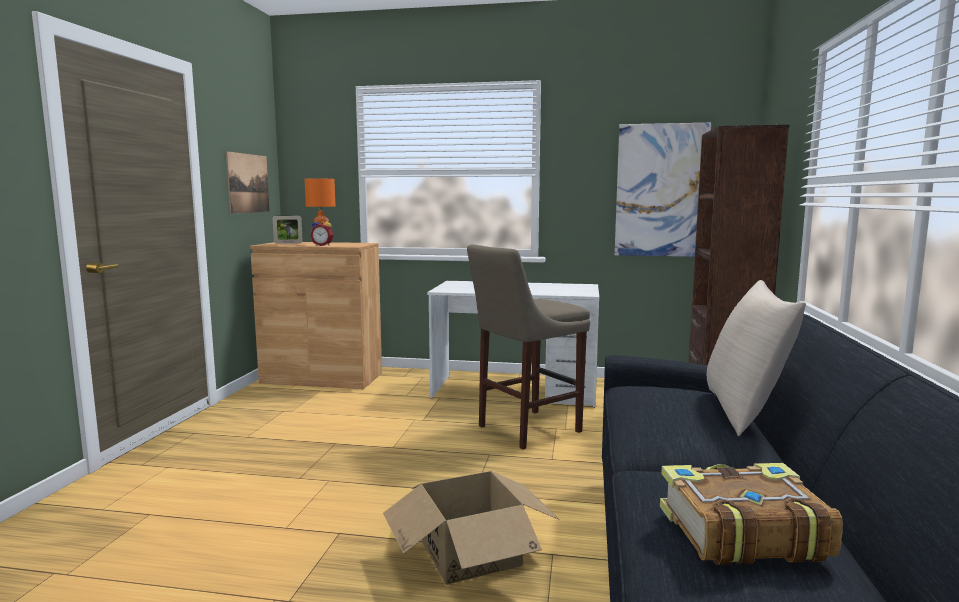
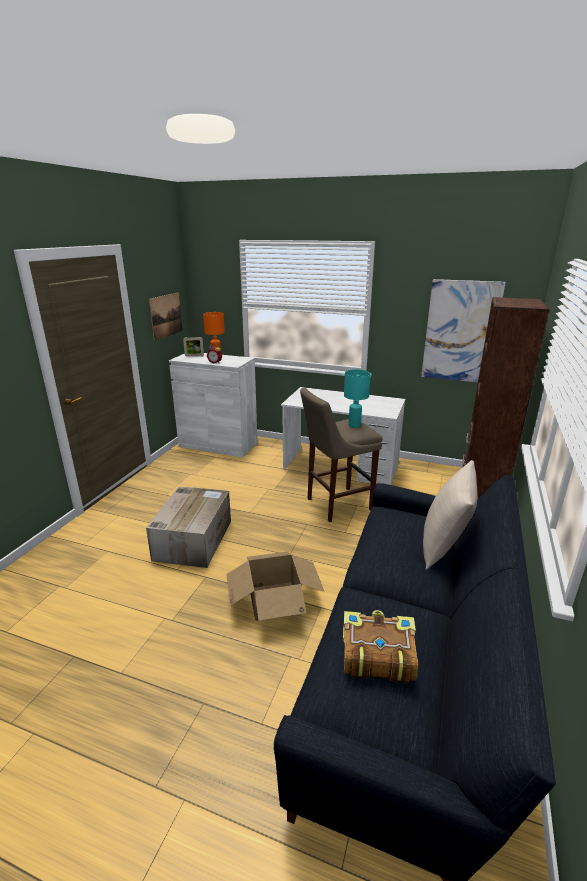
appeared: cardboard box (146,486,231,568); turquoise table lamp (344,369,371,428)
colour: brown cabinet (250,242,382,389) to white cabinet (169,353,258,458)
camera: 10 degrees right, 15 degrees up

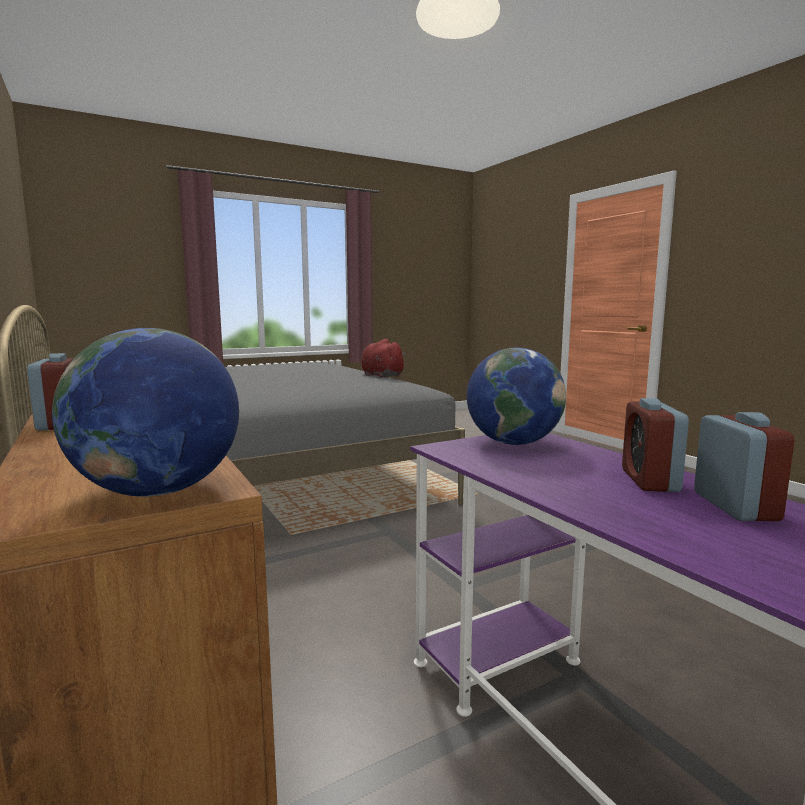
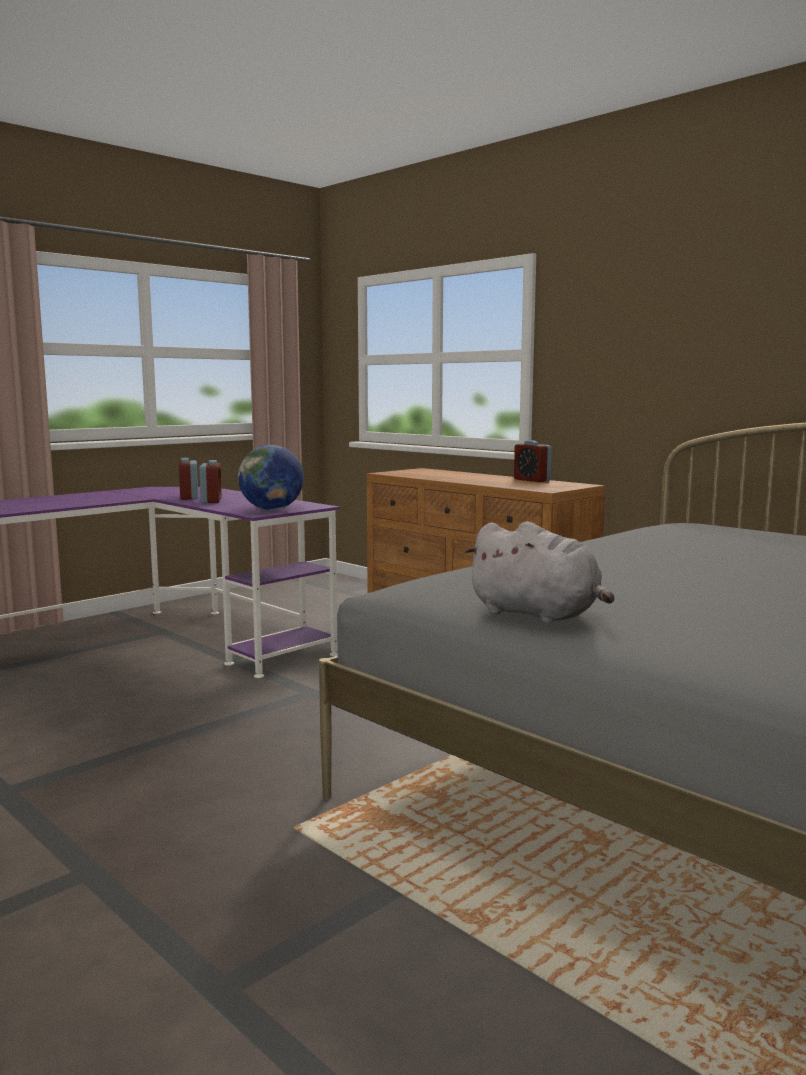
missing: globe (52,328,239,497)
colour: red plush toy (361,339,407,378) to grey plush toy (464,521,614,624)
camera: 165 degrees right, 0 degrees up

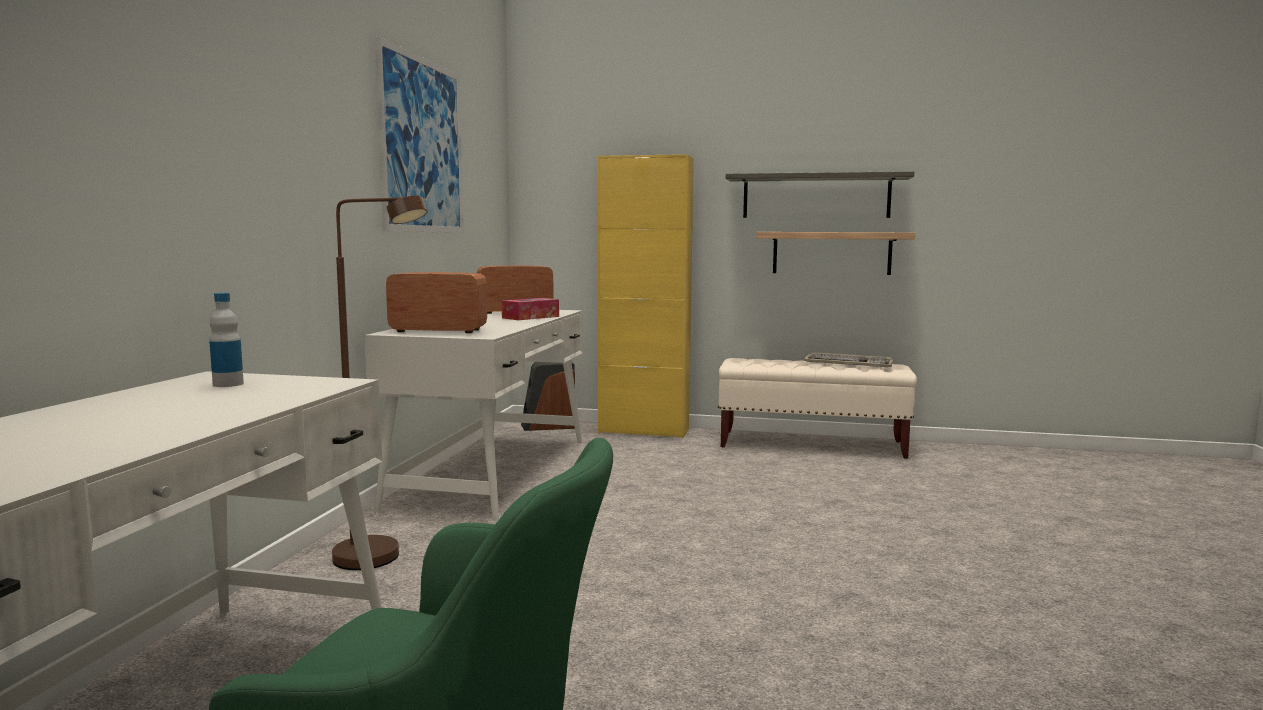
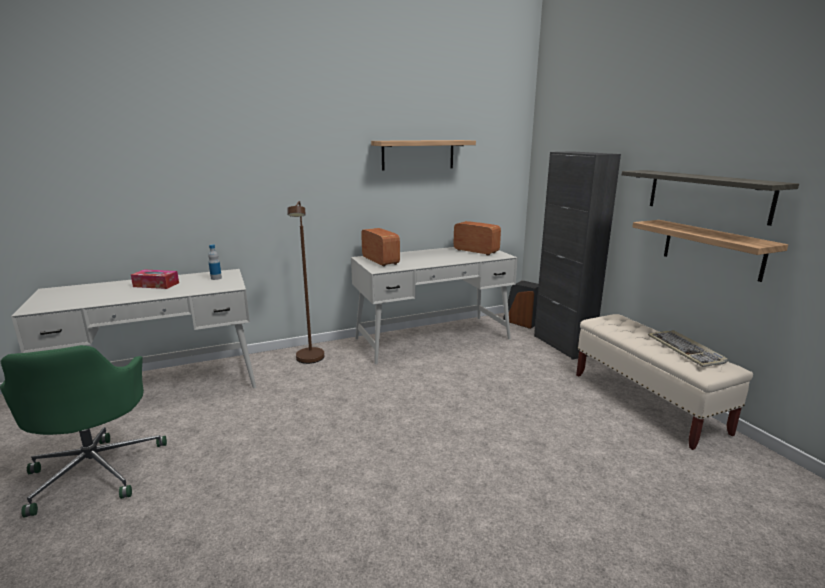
relocated: tissue box (502,298,559,320) to (131,269,179,289)
exchanged: picture (375,36,463,233) to shelf (371,140,476,171)
colour: yellow cabinet (598,154,694,438) to black cabinet (534,151,621,360)
camera: 55 degrees right, 10 degrees up

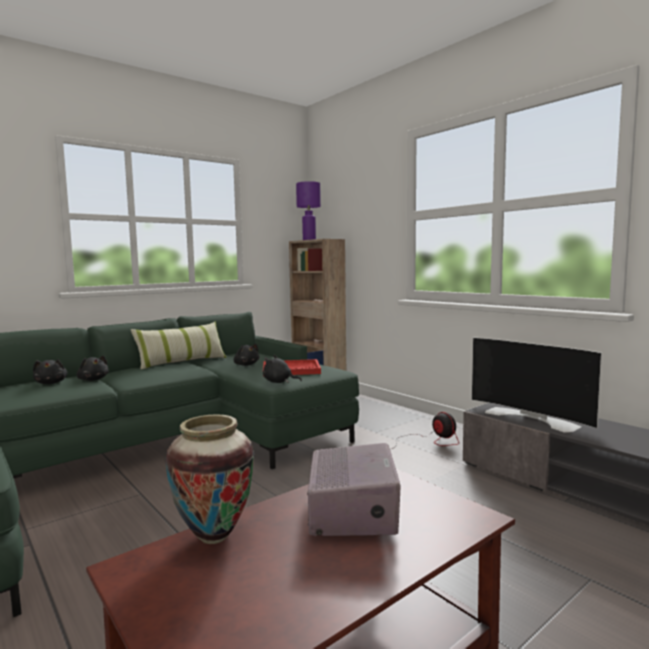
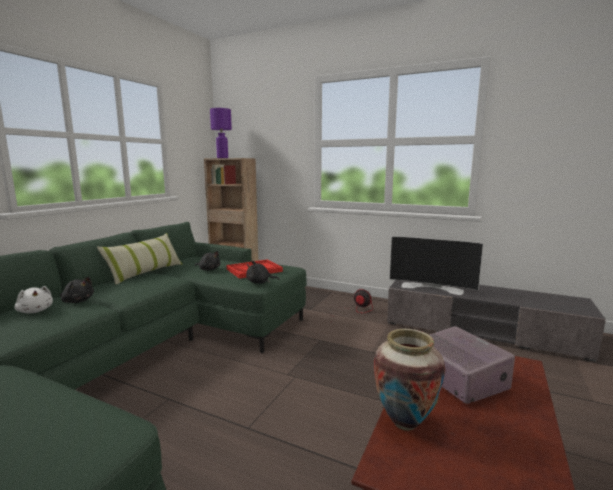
colour: black plush toy (33,359,67,384) to white plush toy (15,286,53,313)
camera: 25 degrees left, 5 degrees up

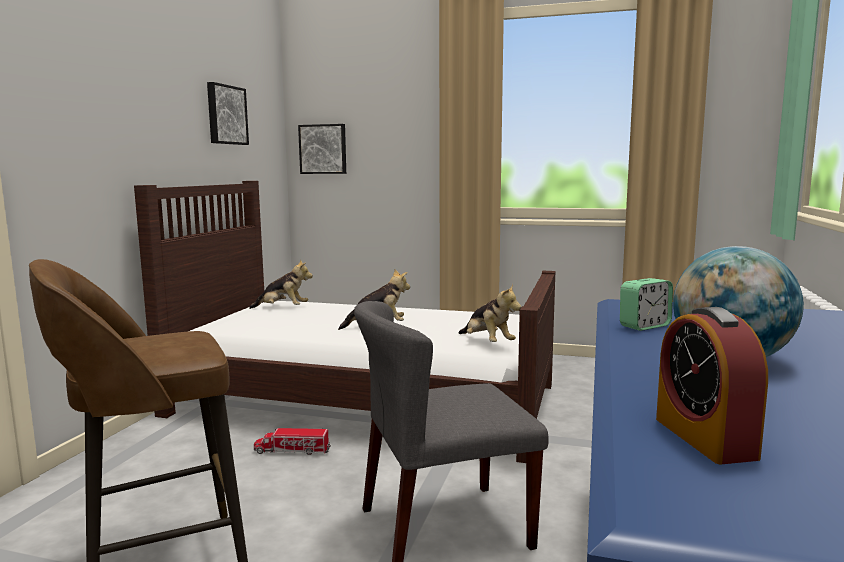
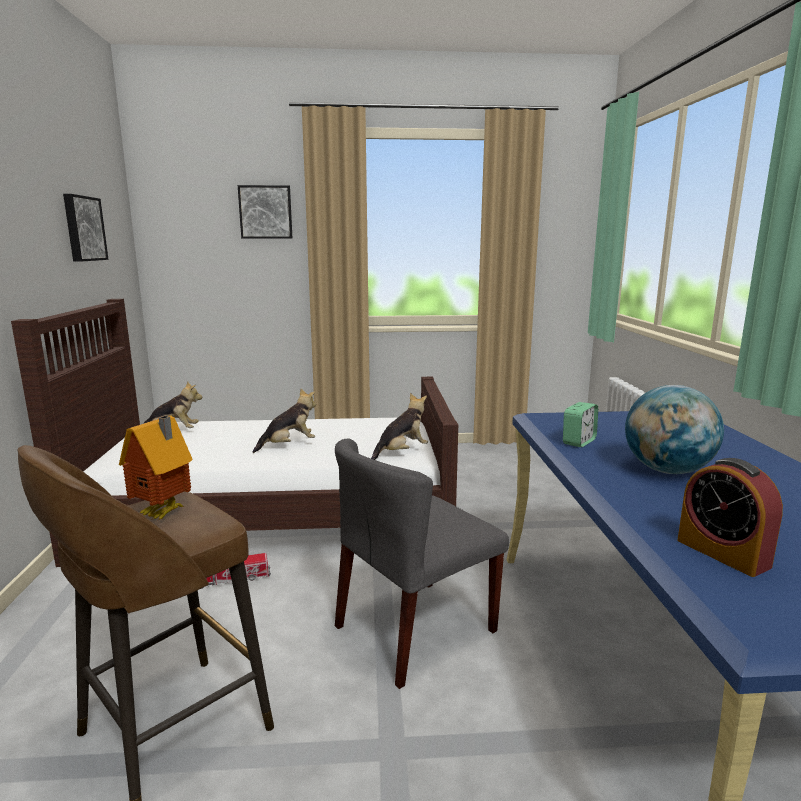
appeared: toy house (119,415,193,520)
relocated: picture (298,124,346,174) to (238,185,292,239)
spun: plush toy (459,284,521,342) = (371,393,428,460) 75 degrees counterclockwise
camera: 20 degrees left, 5 degrees up

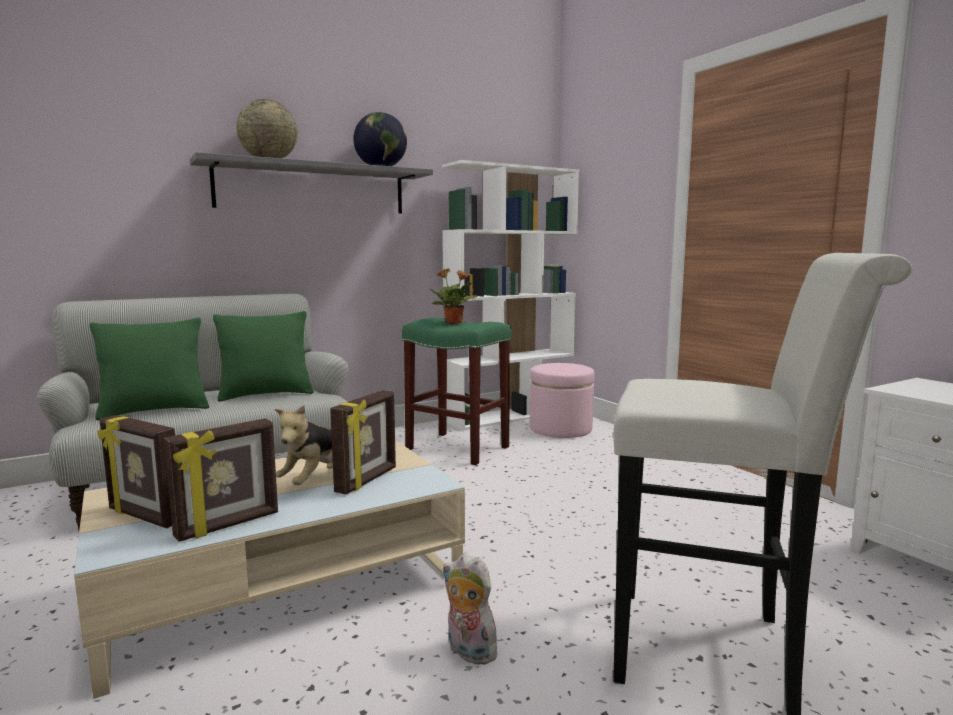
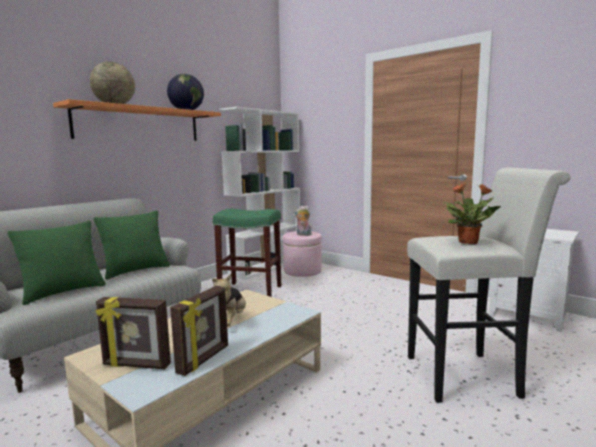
missing: picture frame (330,390,396,495)
relocated: plush toy (442,553,504,665) to (294,206,312,236); potted plant (430,268,477,324) to (444,183,501,244)
colour: grey shelf (190,152,433,214) to orange shelf (53,99,221,141)
camera: 20 degrees left, 0 degrees up

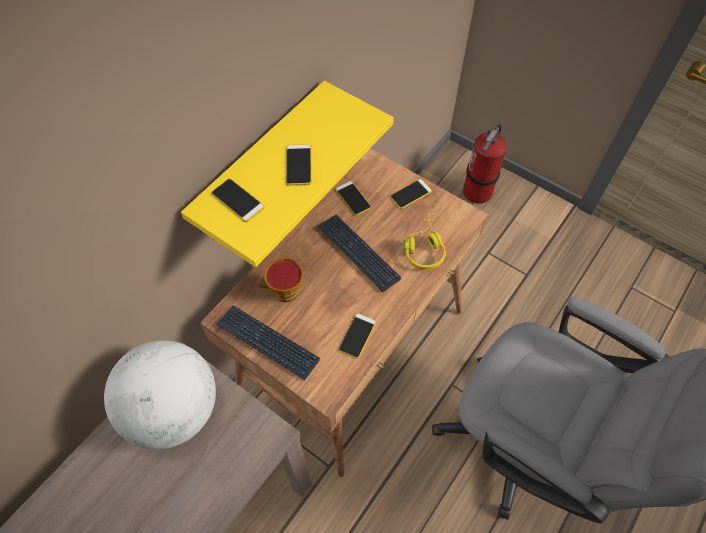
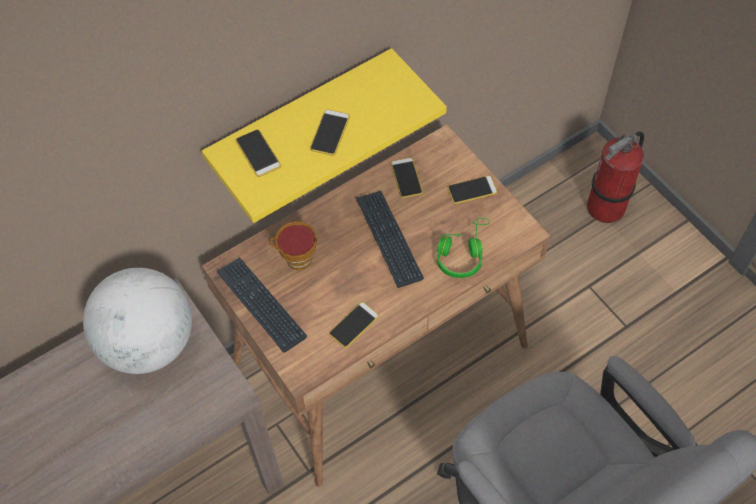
colour: yellow headphones (403,213,446,270) to green headphones (437,218,490,278)
camera: 20 degrees right, 0 degrees up

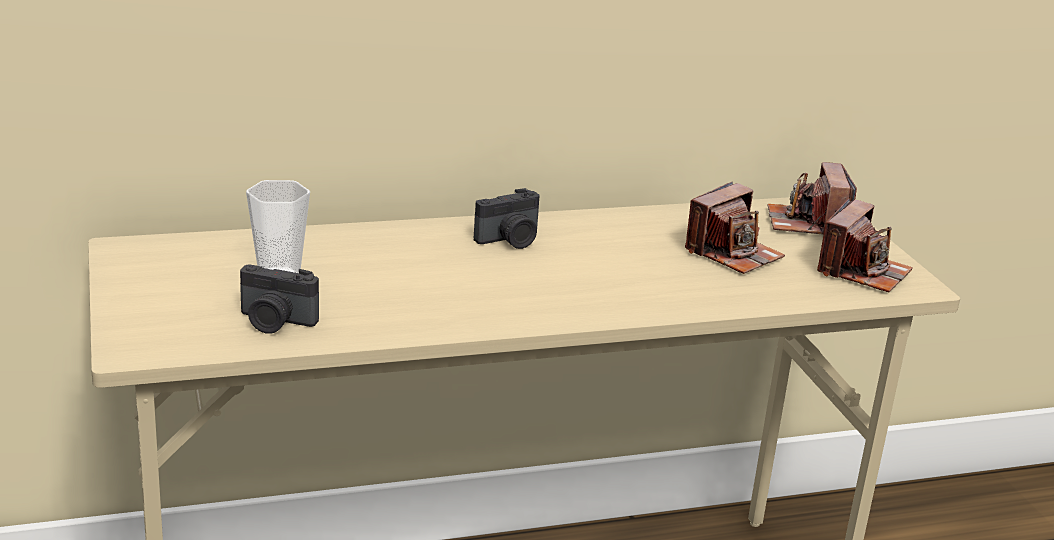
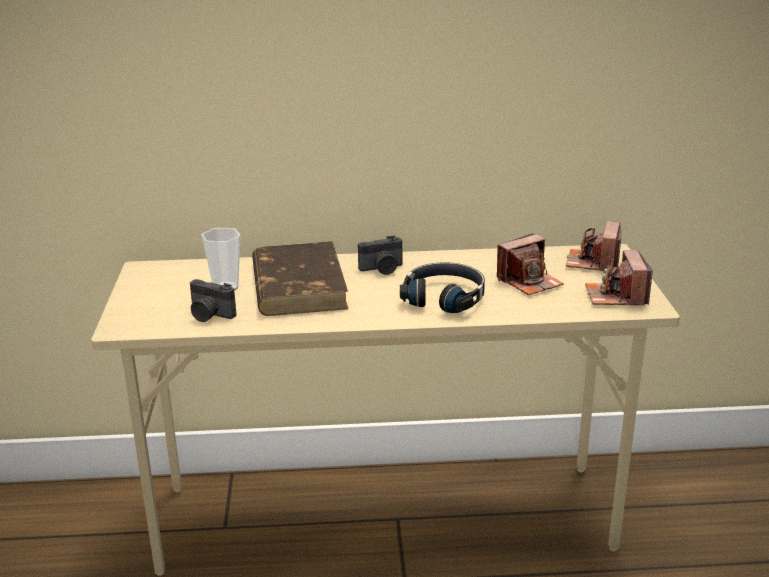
appeared: brown book (252,241,348,316); black headphones (400,262,485,313)
spun: photo camera (817,198,912,292) = (585,250,653,305) 135 degrees clockwise
camera: 15 degrees right, 0 degrees up

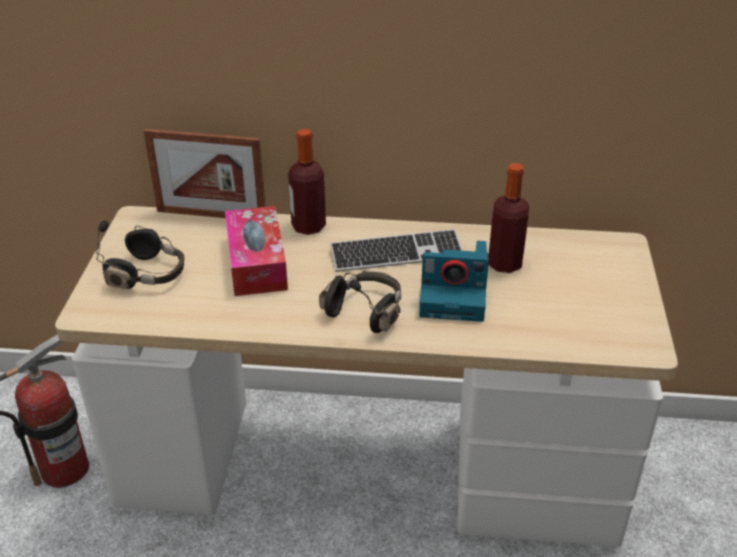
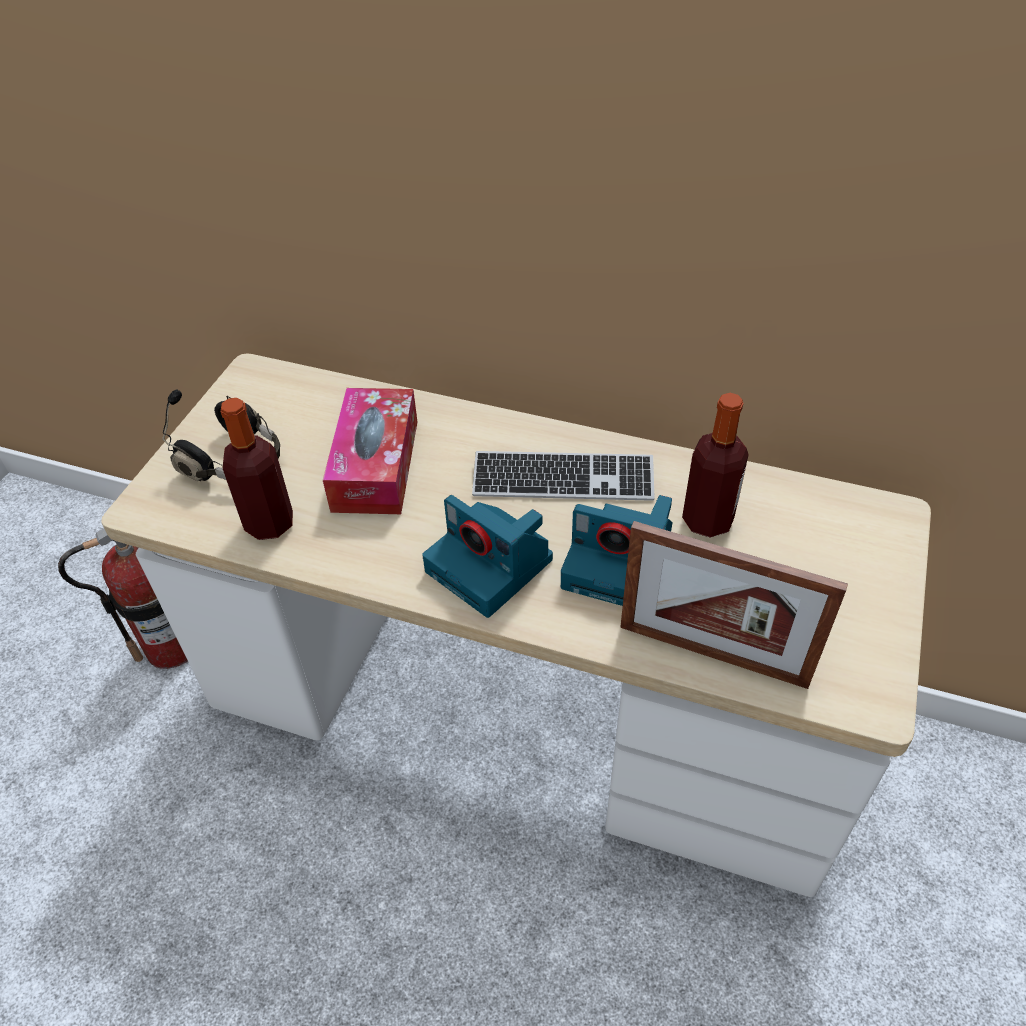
relocated: bottle (288,129,326,235) to (221,398,293,540); picture frame (144,129,266,218) to (620,521,848,689)
exchanged: black headphones (319,271,401,333) to photo camera (422,495,553,618)
camera: 15 degrees right, 10 degrees up

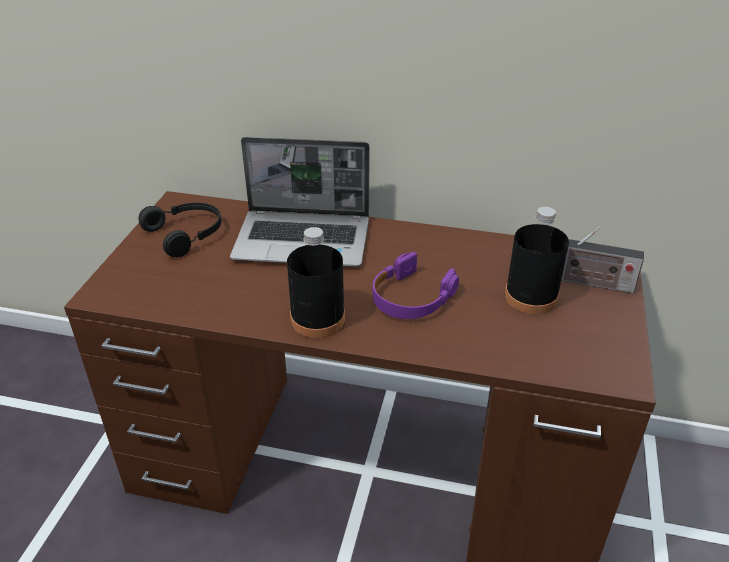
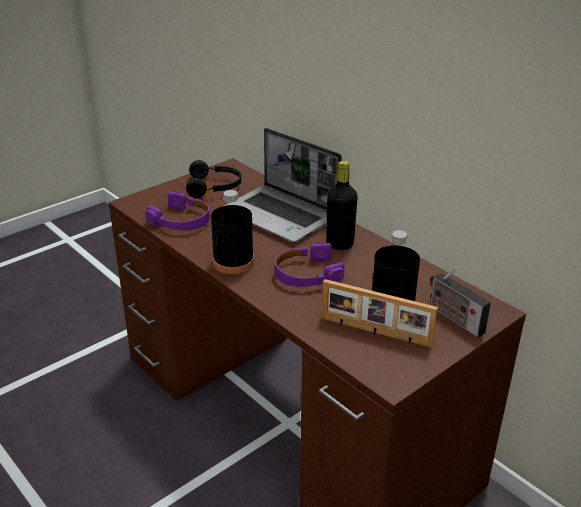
appeared: purple headphones (145,191,210,230); picture frame (322,279,438,348); black bottle (326,161,358,250)
camera: 35 degrees right, 5 degrees down

